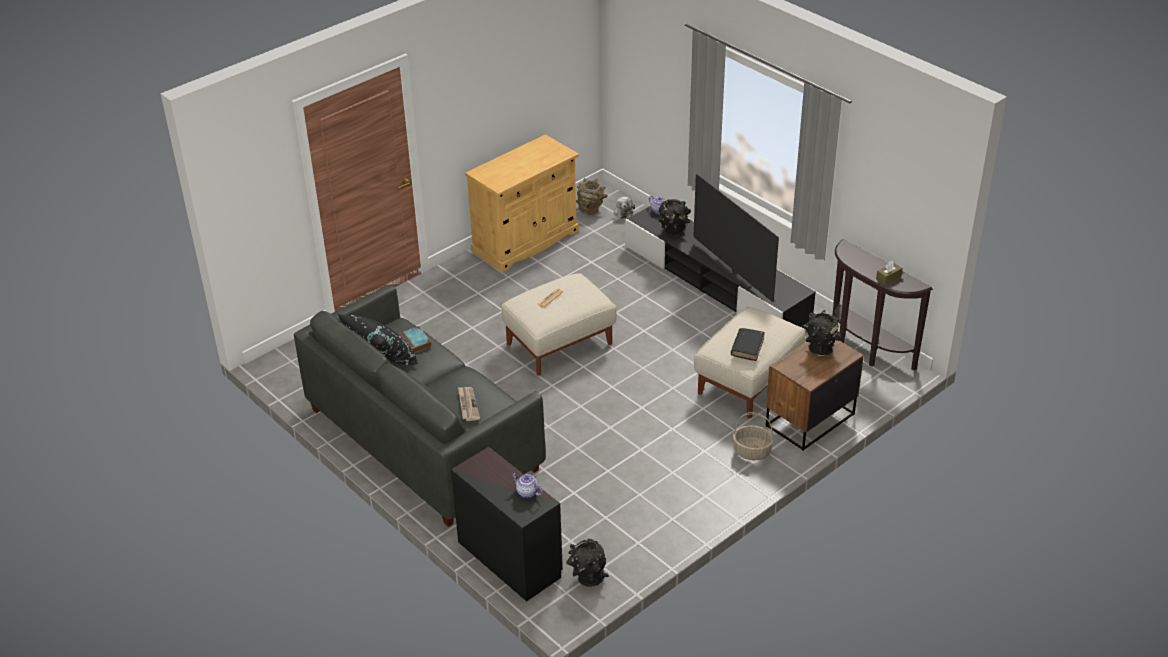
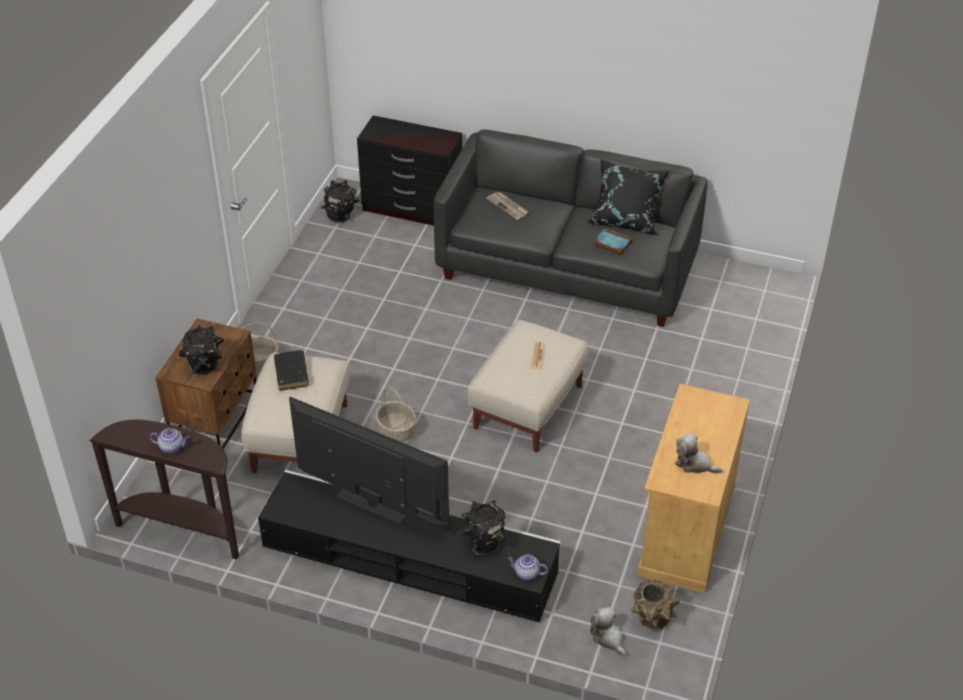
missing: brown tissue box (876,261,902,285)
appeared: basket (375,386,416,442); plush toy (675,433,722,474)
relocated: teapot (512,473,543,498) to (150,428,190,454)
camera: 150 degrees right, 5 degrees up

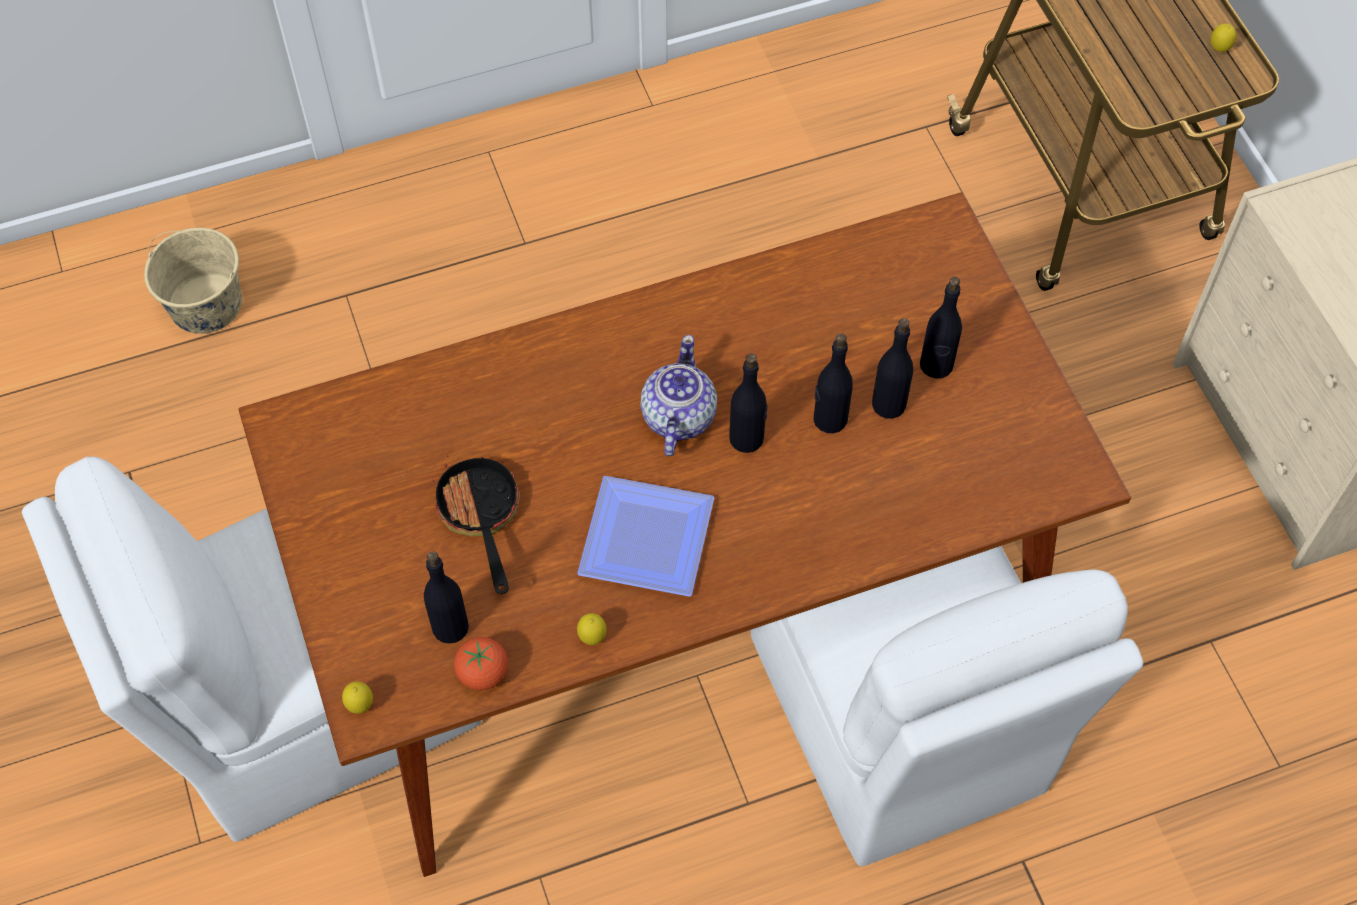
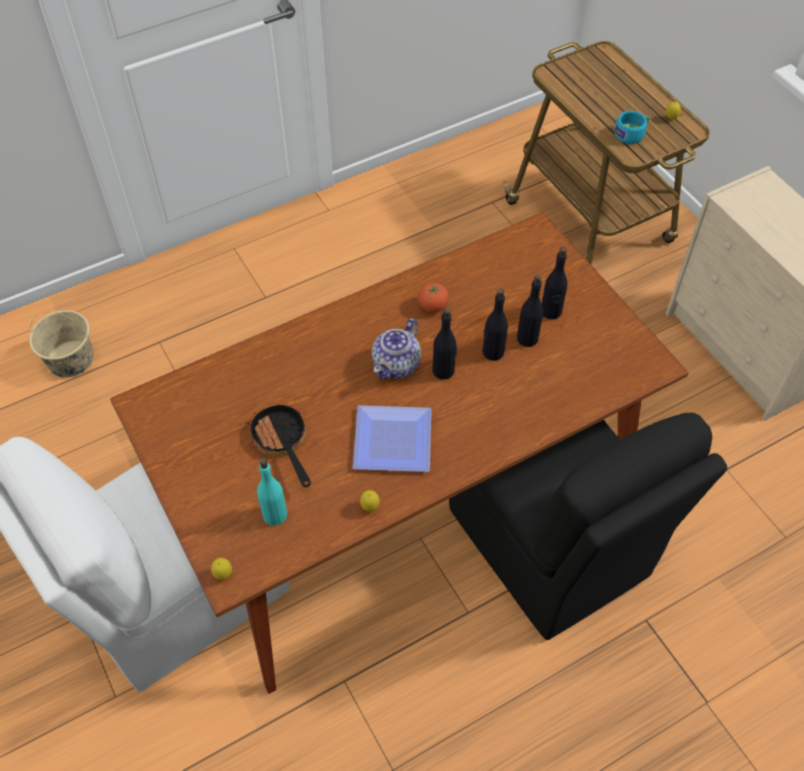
appeared: turquoise cup (614,111,650,144)
relocated: tomato (454,637,508,690) to (418,283,449,312)
colour: black bottle (424,552,469,644) to turquoise bottle (257,458,287,526); white chair (751,546,1143,866) to black chair (449,413,727,640)
spun: teapot (640,335,717,456) = (371,318,421,380) 150 degrees counterclockwise
camera: 10 degrees left, 5 degrees down

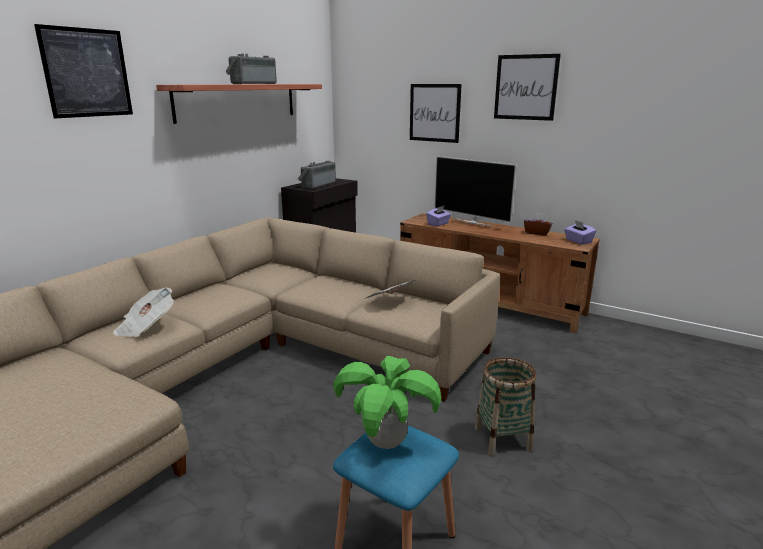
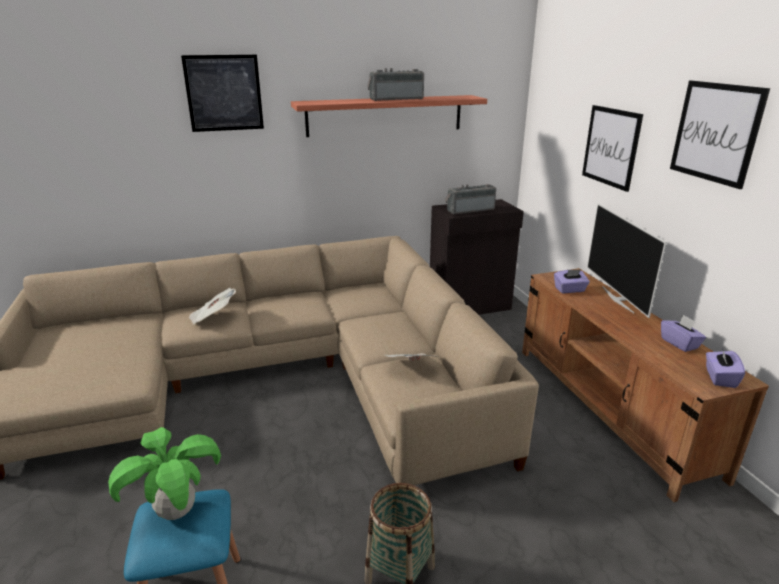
colour: brown tissue box (524,213,552,236) to purple tissue box (661,315,706,352)
camera: 40 degrees right, 5 degrees up

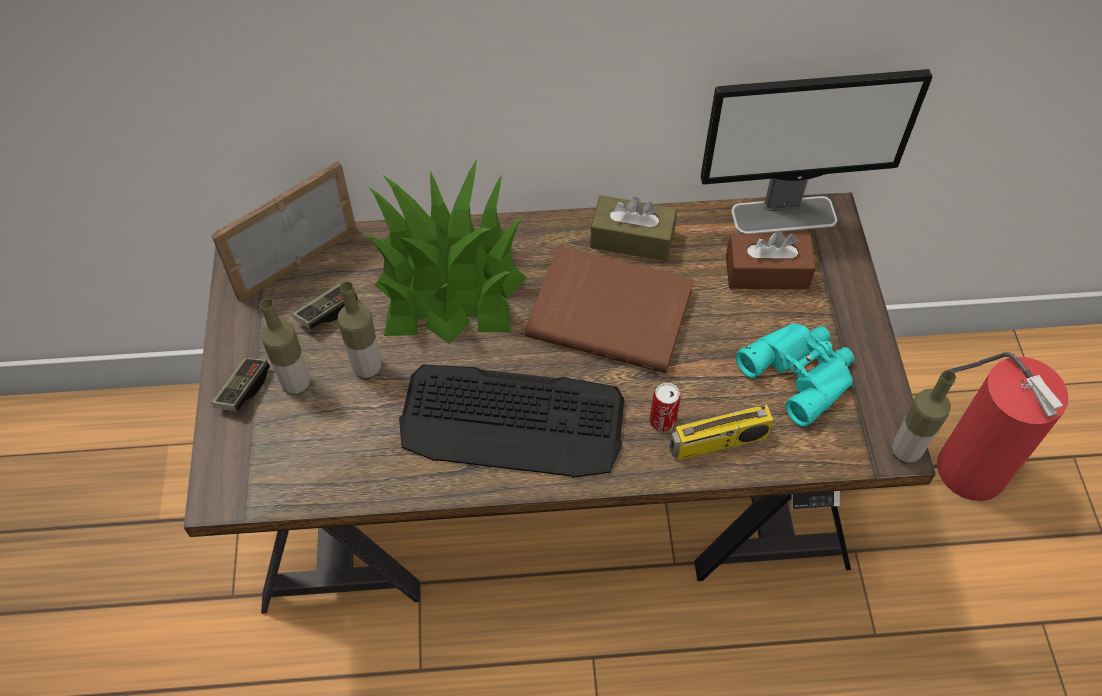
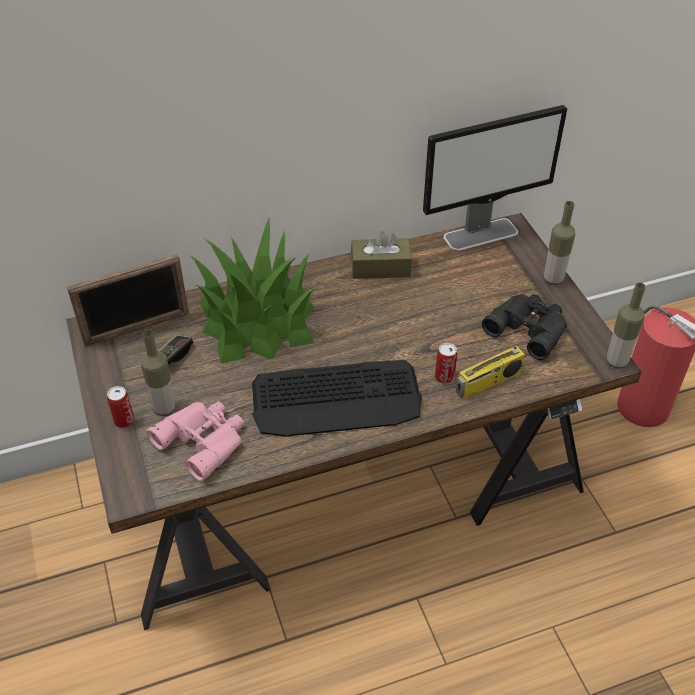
missing: brown book (525,246,694,373); brown tissue box (726,231,816,289)
appeared: pink binoculars (147,402,244,481)
relocated: bottle (338,281,382,379) to (544,201,575,285)
exchanged: game controller (211,357,270,412) to can (107,386,134,428)
colour: turquoise binoculars (736,324,854,427) to black binoculars (482,294,567,360)
spun: picture frame (211,161,357,302) = (67,254,189,347) 150 degrees counterclockwise
camera: 15 degrees left, 10 degrees down

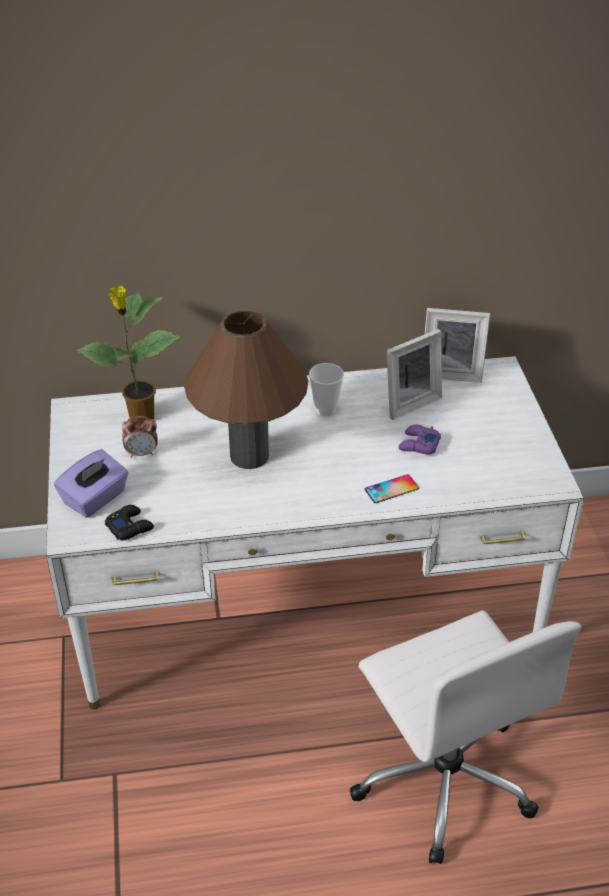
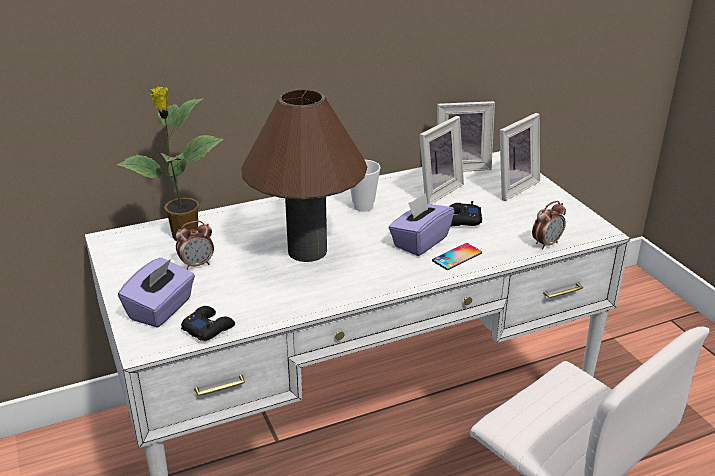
appeared: purple tissue box (389,193,454,256); picture frame (500,113,540,201); alarm clock (532,201,566,249)
colour: purple game controller (398,425,441,455) to black game controller (449,201,482,226)
camera: 15 degrees left, 10 degrees down

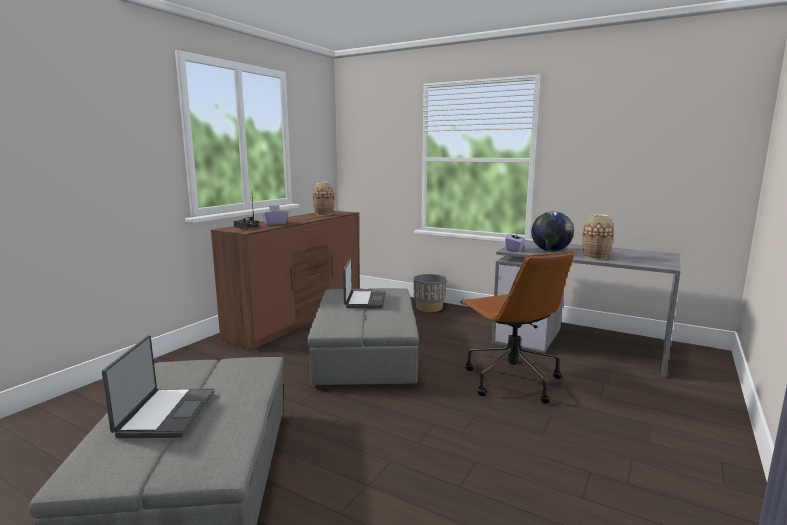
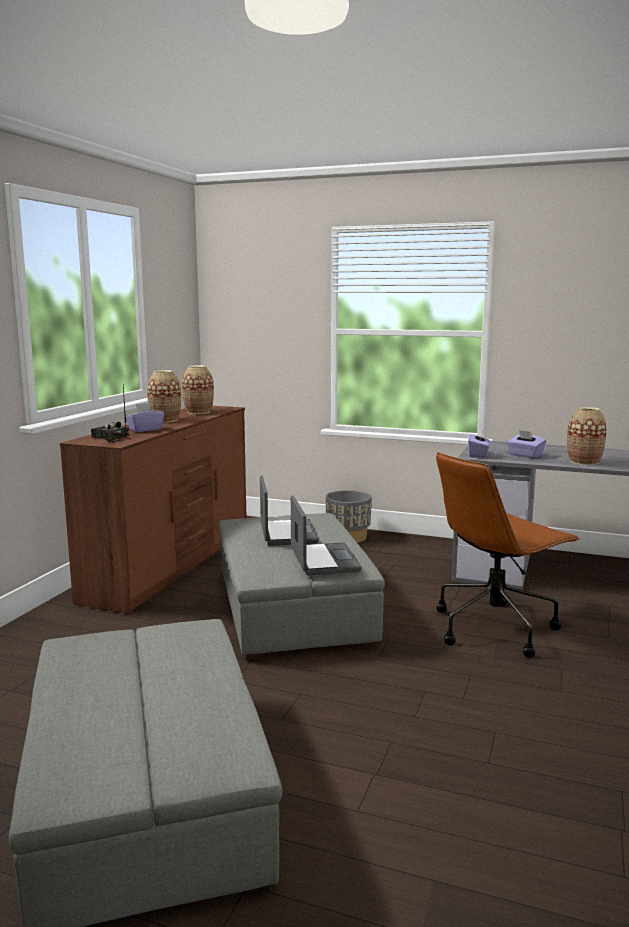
appeared: vase (147,370,181,423)
relocated: laptop (102,335,215,438) to (291,496,362,575)
exchanged: globe (531,211,574,252) to purple tissue box (507,430,546,458)
spun: brown office chair (460,251,574,404) = (436,452,579,658) 90 degrees clockwise
camera: 10 degrees left, 0 degrees up

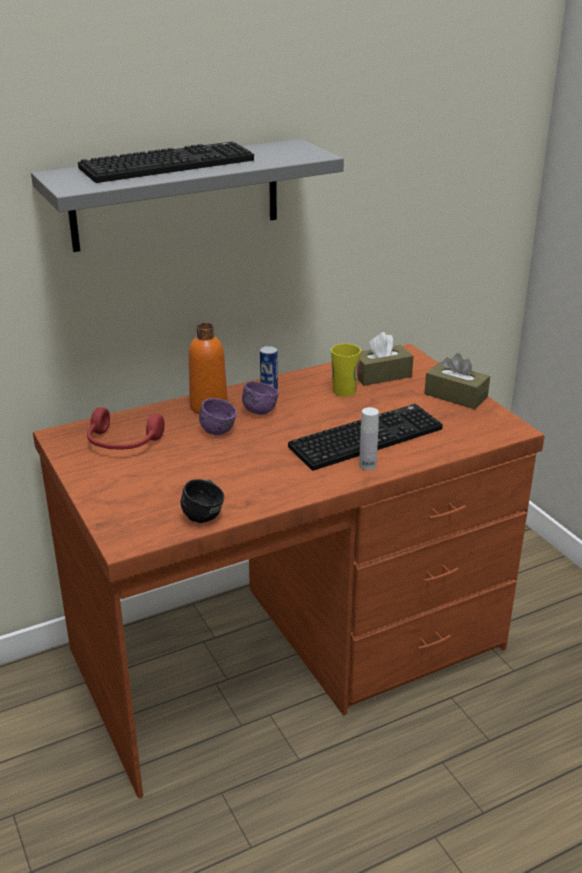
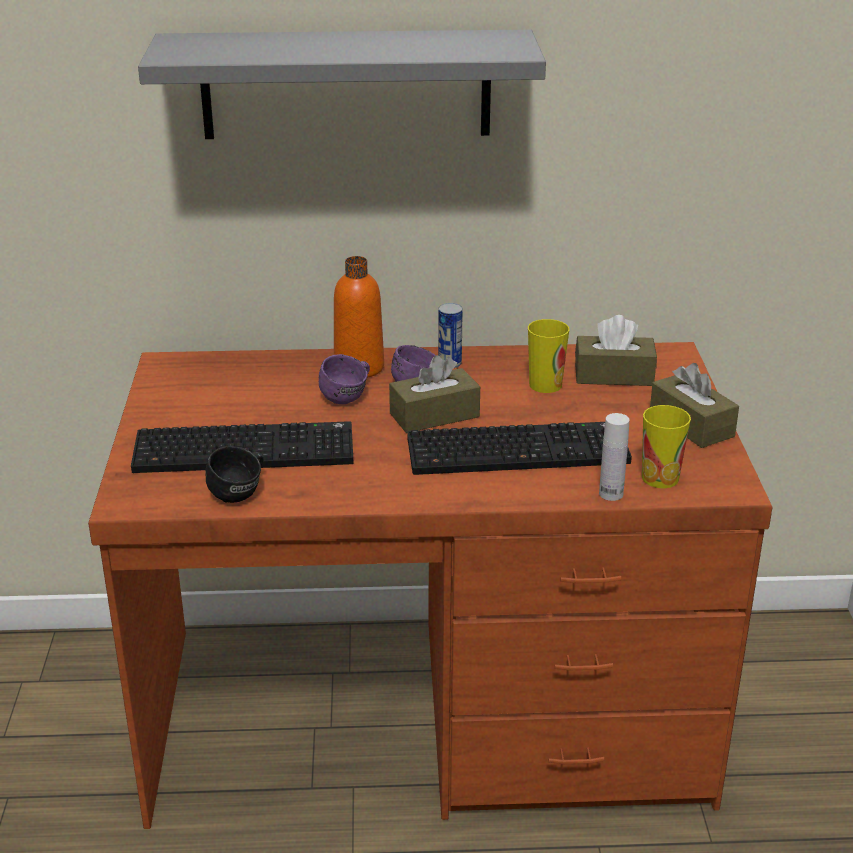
missing: red headphones (87,407,165,449)
appeared: brown tissue box (389,355,480,433); cup (642,405,691,488)
relocated: keyboard (78,142,254,183) to (131,421,353,473); white bottle (359,407,379,470) to (599,413,630,501)
camera: 25 degrees right, 0 degrees up

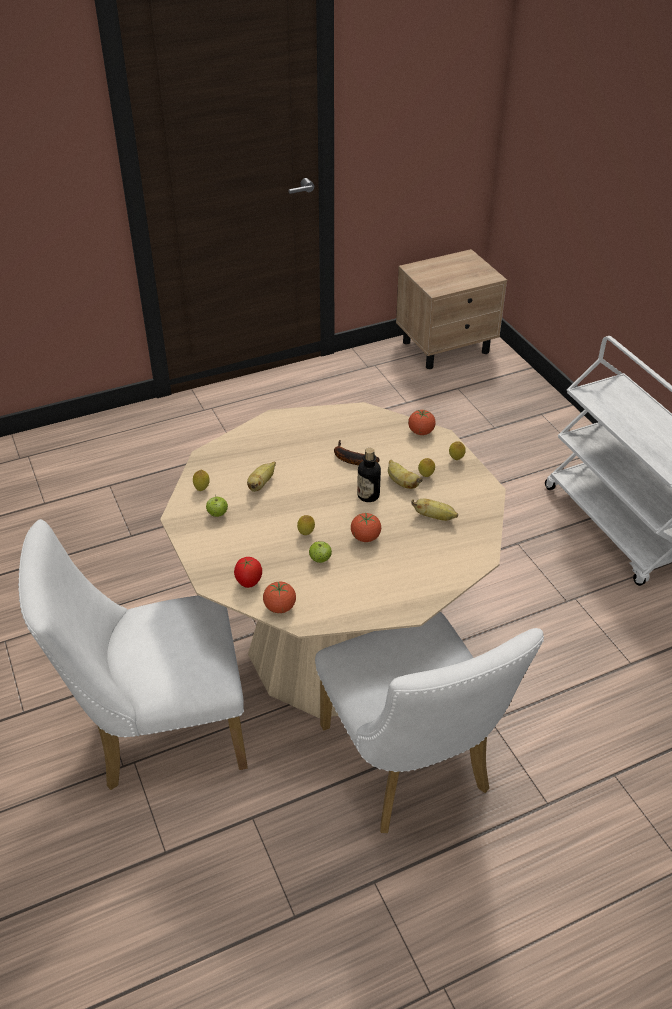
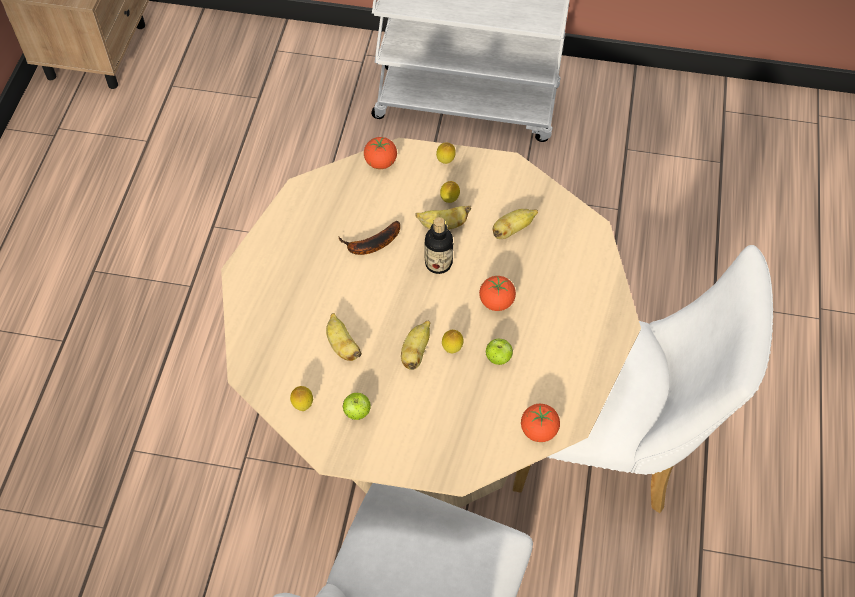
missing: tomato (234,557,262,588)
appeared: banana (401,321,430,370)
camera: 55 degrees left, 15 degrees up

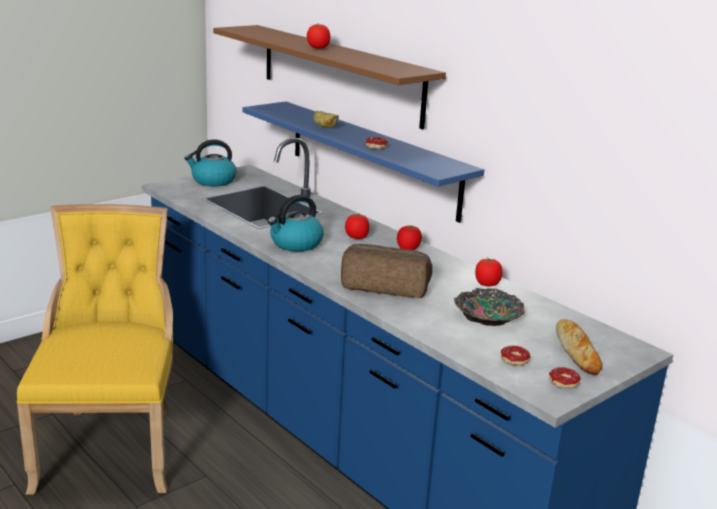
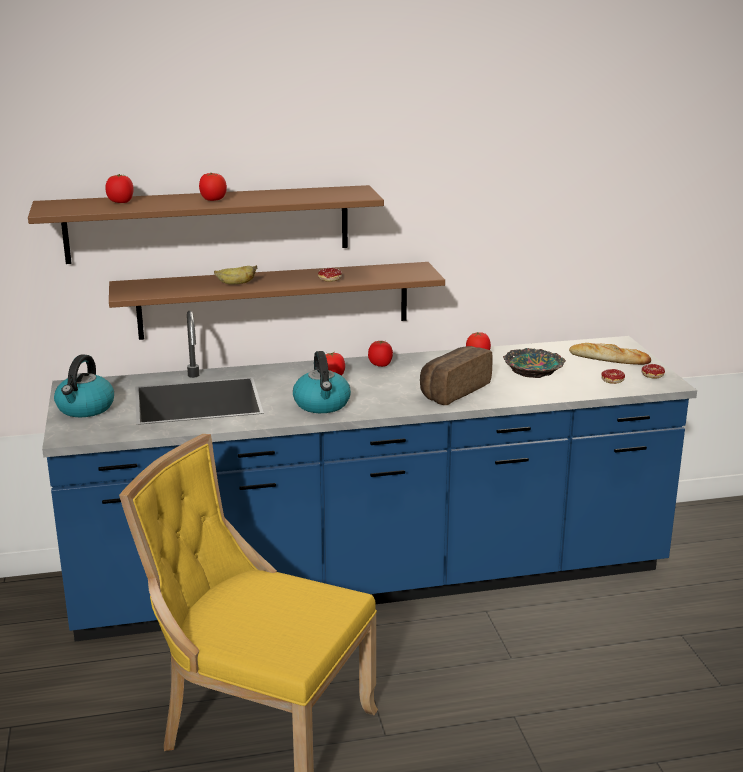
appeared: tomato (105,174,134,203)
colour: blue shelf (243,101,484,223) to brown shelf (109,262,445,340)
camera: 60 degrees left, 0 degrees up

